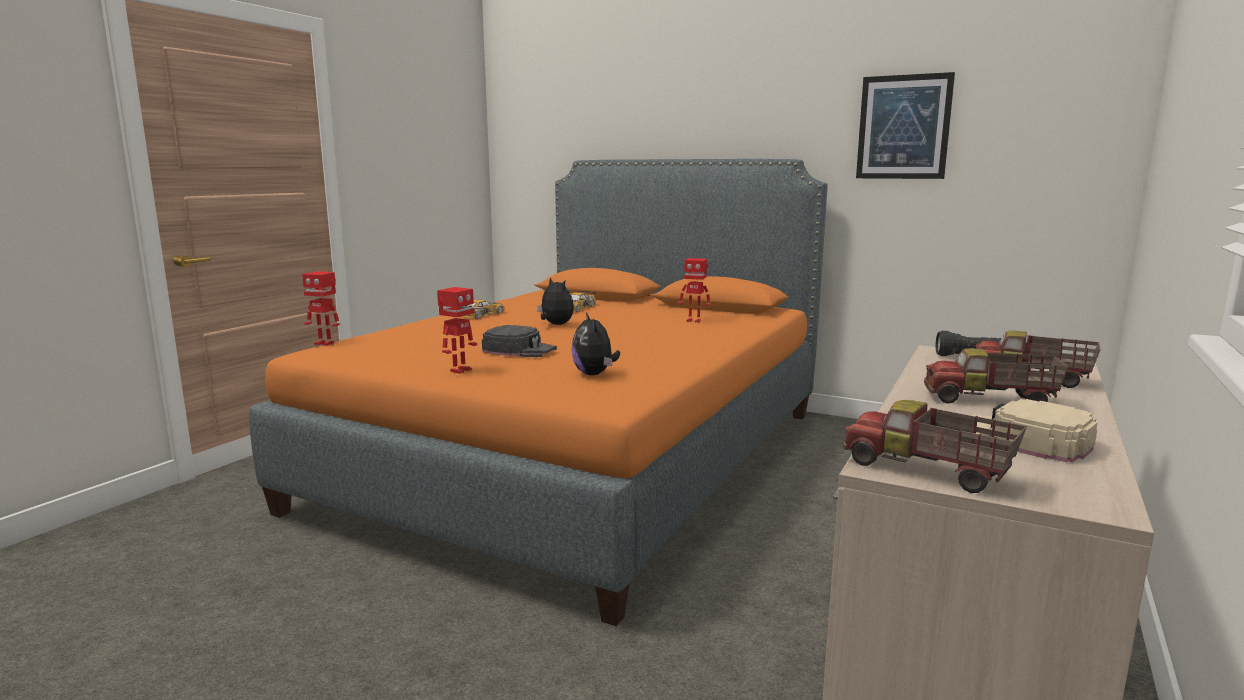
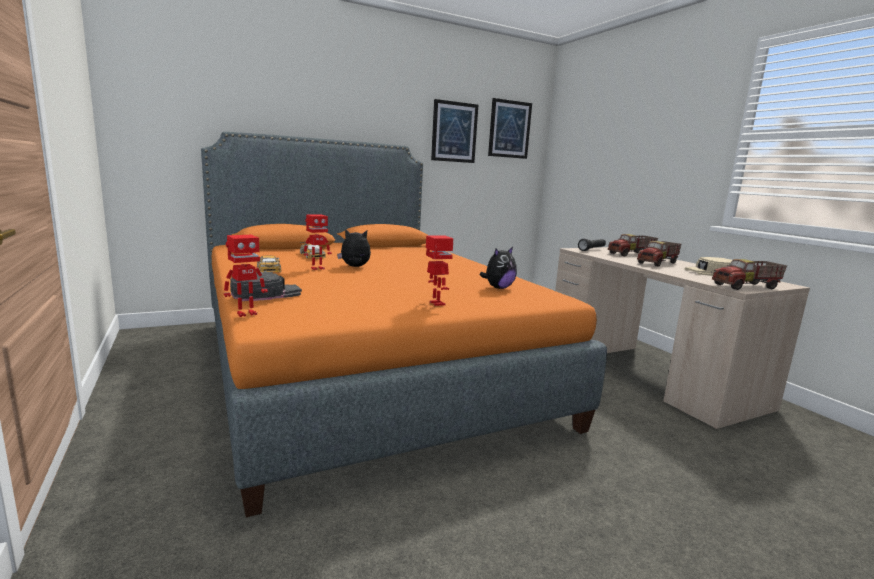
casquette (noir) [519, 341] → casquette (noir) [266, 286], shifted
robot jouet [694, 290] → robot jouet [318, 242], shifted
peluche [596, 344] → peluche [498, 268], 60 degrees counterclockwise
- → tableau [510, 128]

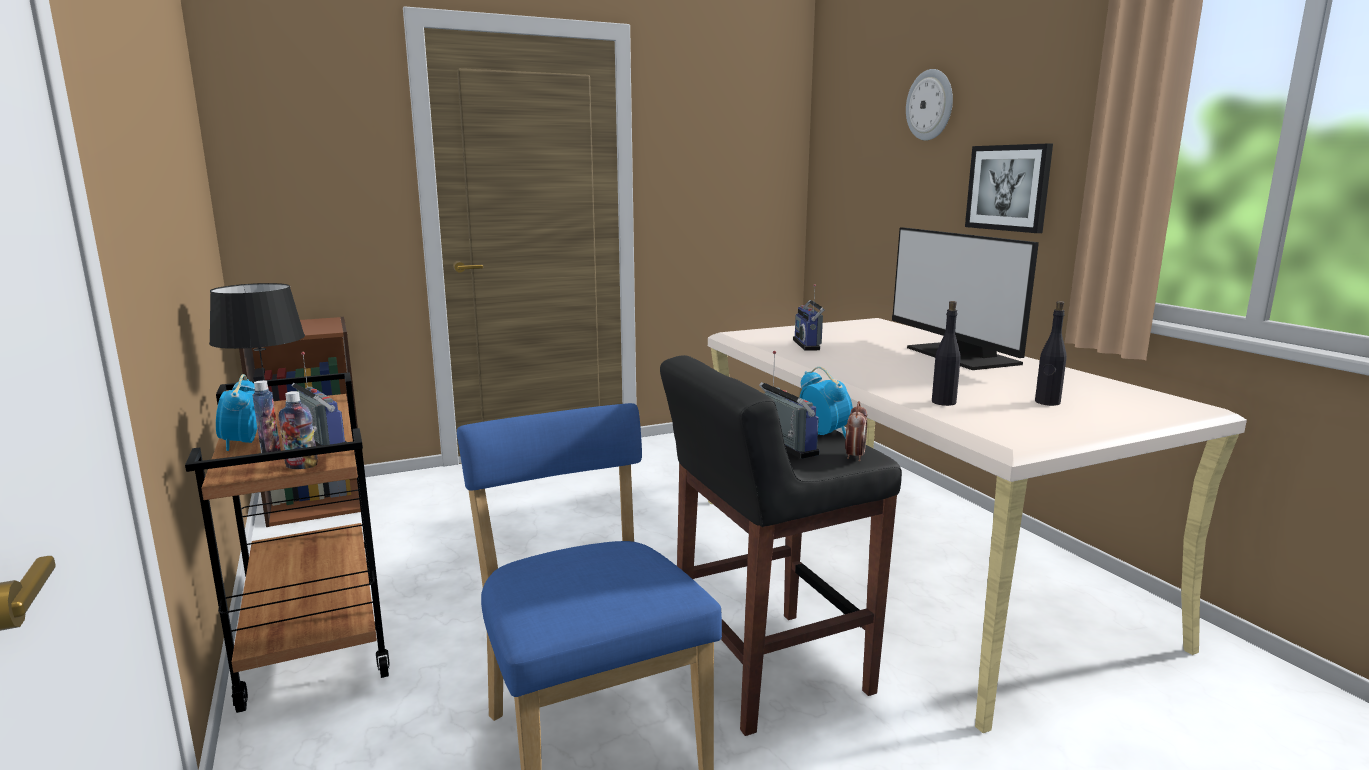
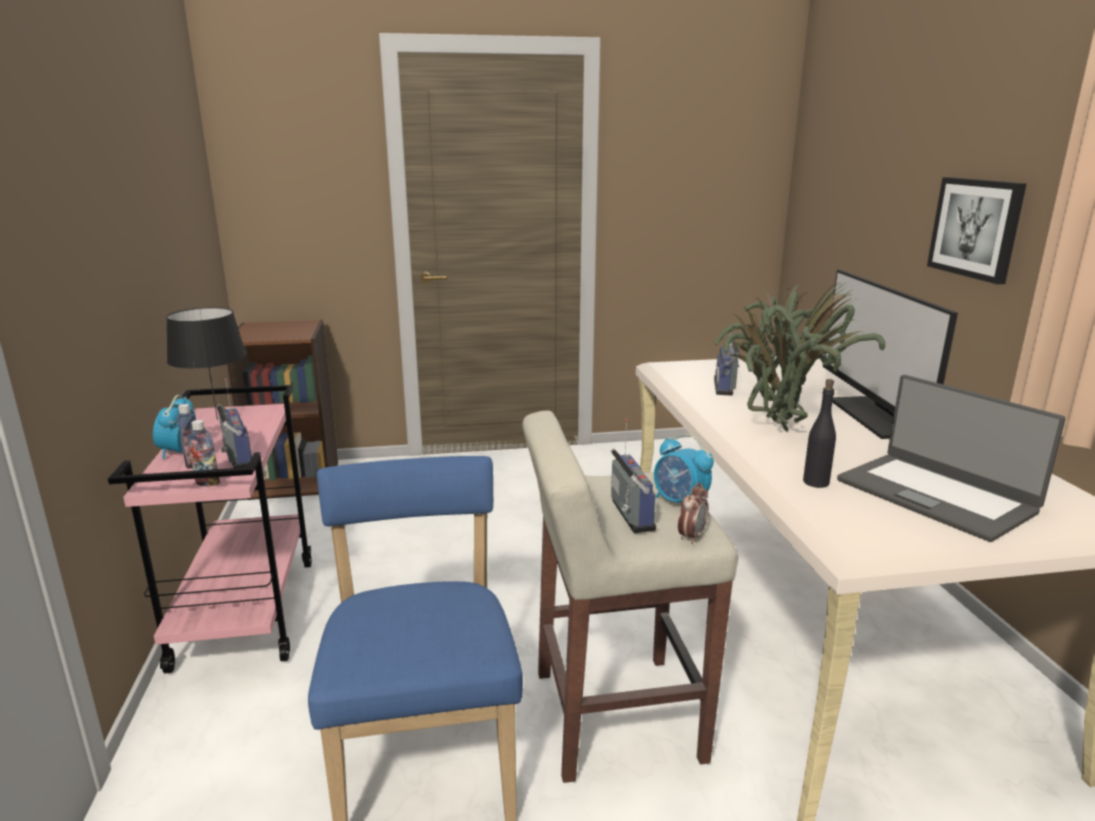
chariot (marron) [287, 542] → chariot (rose) [210, 529]
tabouret (noir) [781, 545] → tabouret (beige) [630, 597]
réveil [826, 402] → réveil [684, 468], 150 degrees clockwise
- → plante en pot [799, 357]
bouteille (noir) [1051, 353] → ordinateur portable [951, 458]
horloge murale [929, 105] → -

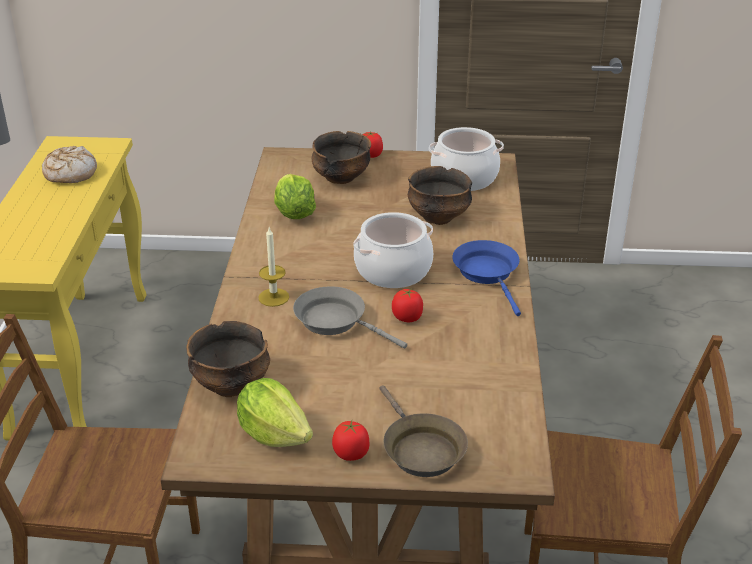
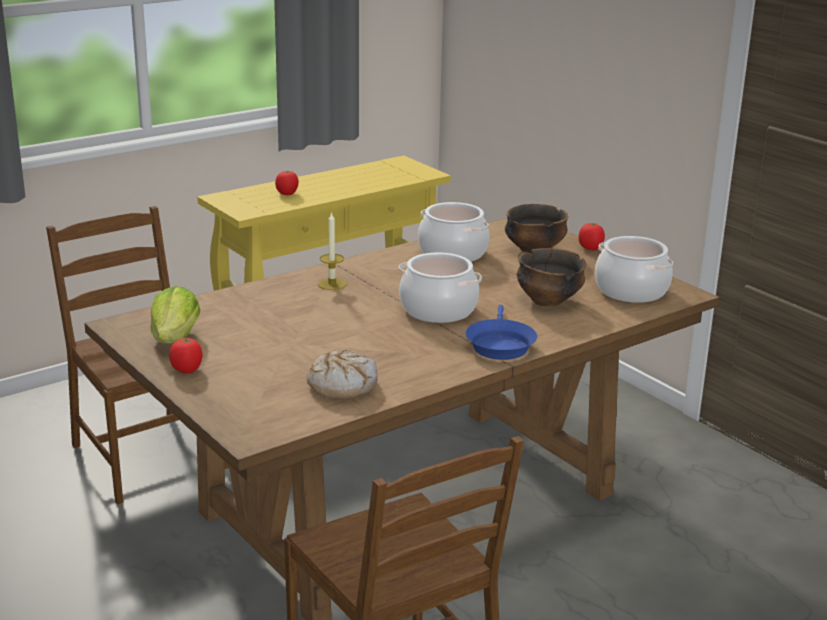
tomate [407, 305] → tomate [287, 183], shifted
pain [69, 164] → pain [342, 374], shifted
laitue [295, 196] → marmite [454, 232]
poêle (bleu) [486, 278] → poêle (bleu) [501, 332], 150 degrees clockwise
bol [228, 359] → -
poêle (gris) [350, 317] → -
poêle (marron) [424, 431] → -

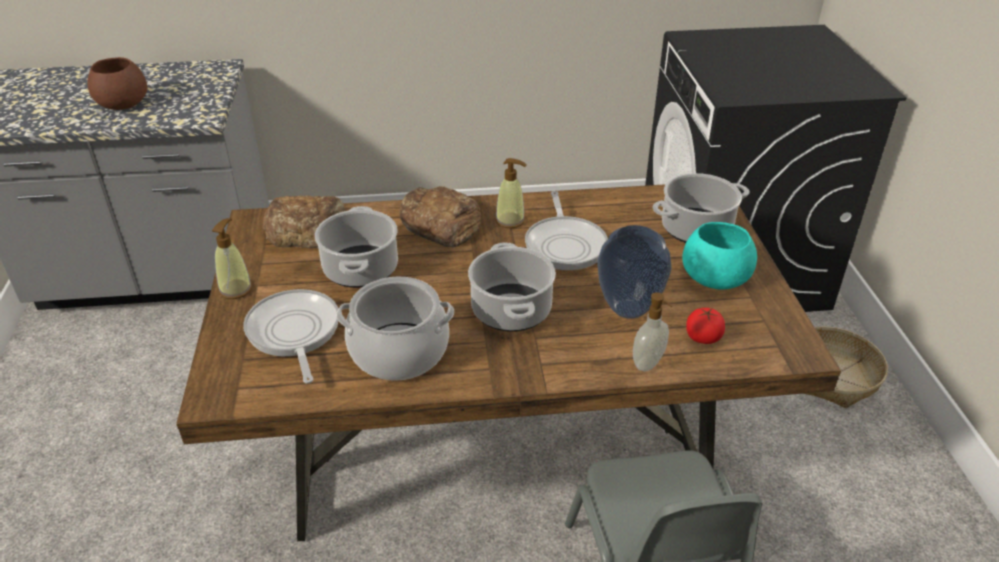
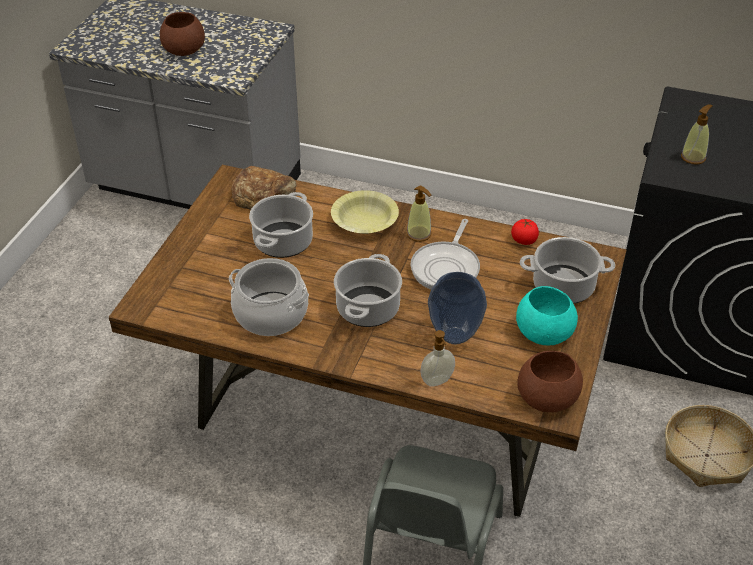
pain [440, 216] → bol (jaune) [365, 212]
tomate [705, 326] → tomate [525, 232], shifted
- → bol (marron) [550, 381]
distributeur de savon [232, 258] → distributeur de savon [697, 134], shifted
poêle [290, 336] → -

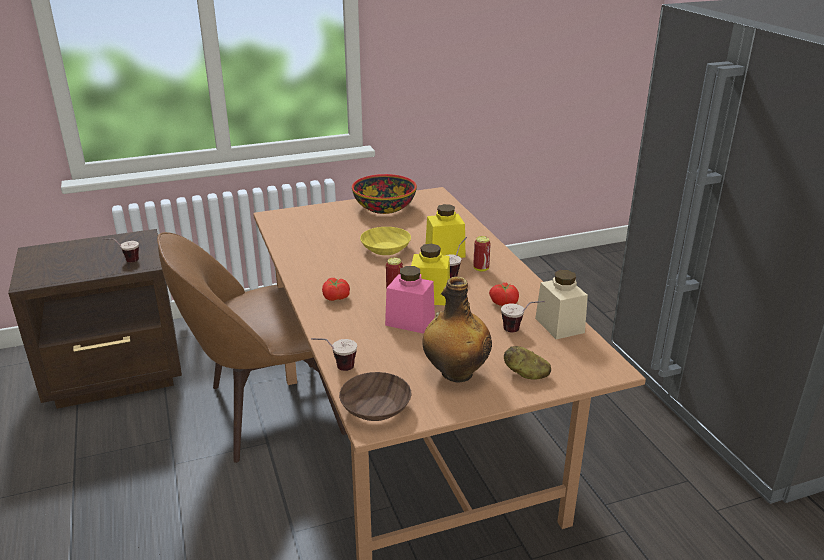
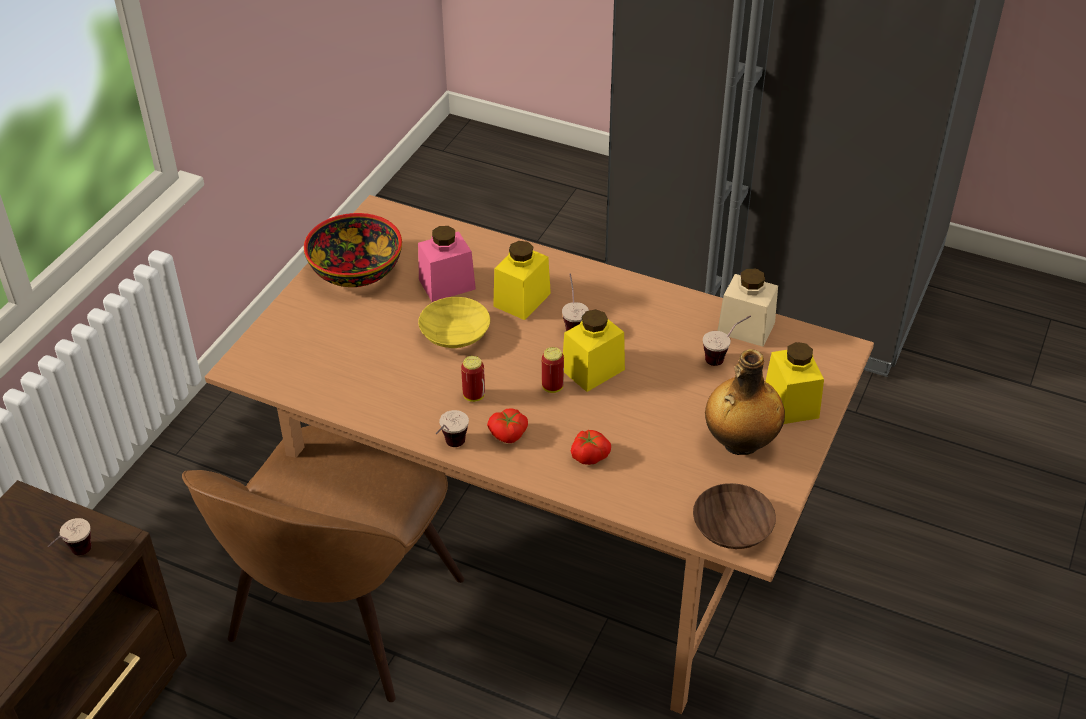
bocal (rose) [410, 300] → bocal (rose) [447, 264], shifted
tasse [334, 354] → tasse [452, 428], shifted
boîte métallique [482, 253] → boîte métallique [473, 379], shifted
tomate [504, 294] → tomate [591, 447], shifted
pomme de terre [527, 362] → bocal (jaune) [794, 383]

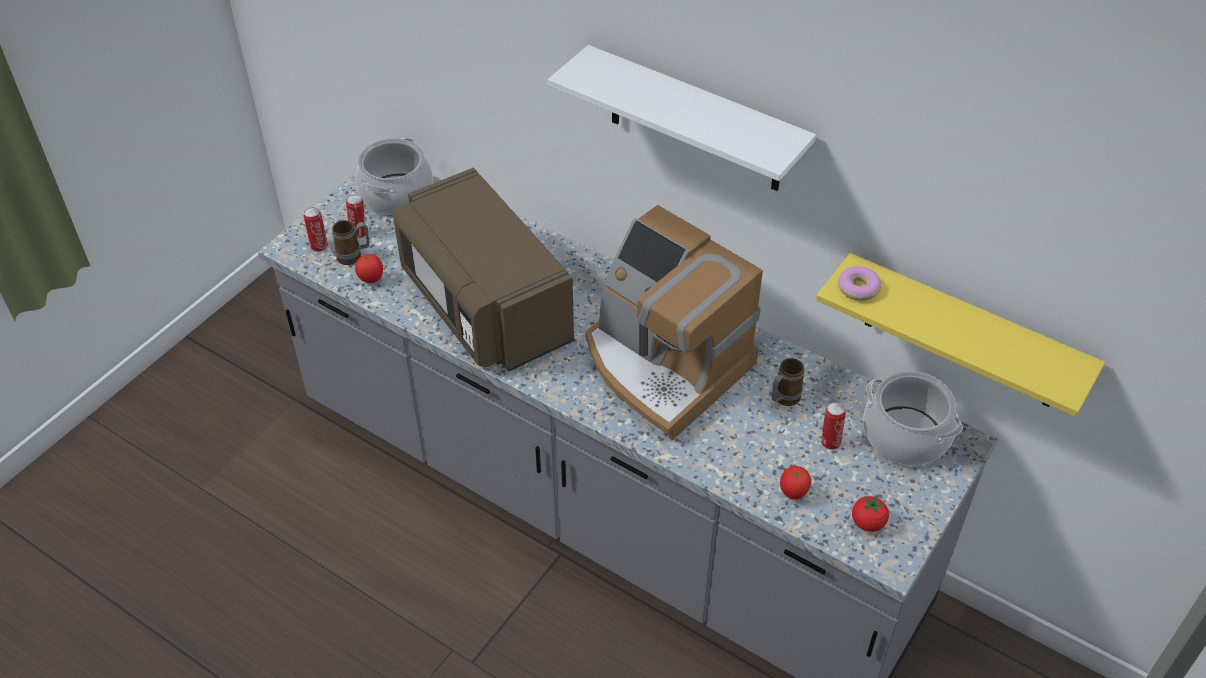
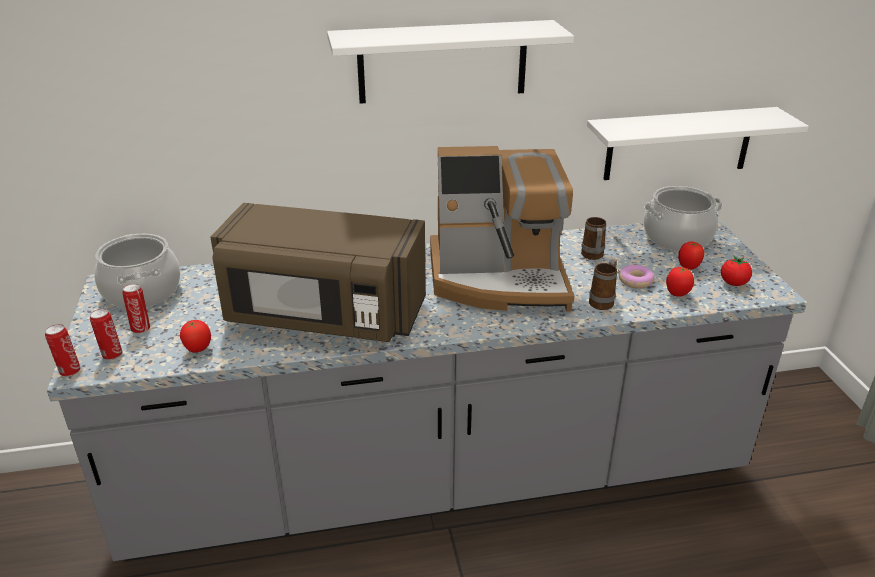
boîte métallique [833, 426] → boîte métallique [63, 350], shifted
étagère (jaune) [960, 335] → étagère (blanc) [698, 143]
mug [351, 242] → mug [603, 284], shifted
beignet [859, 283] → beignet [636, 277], shifted
- → tomate [691, 256]

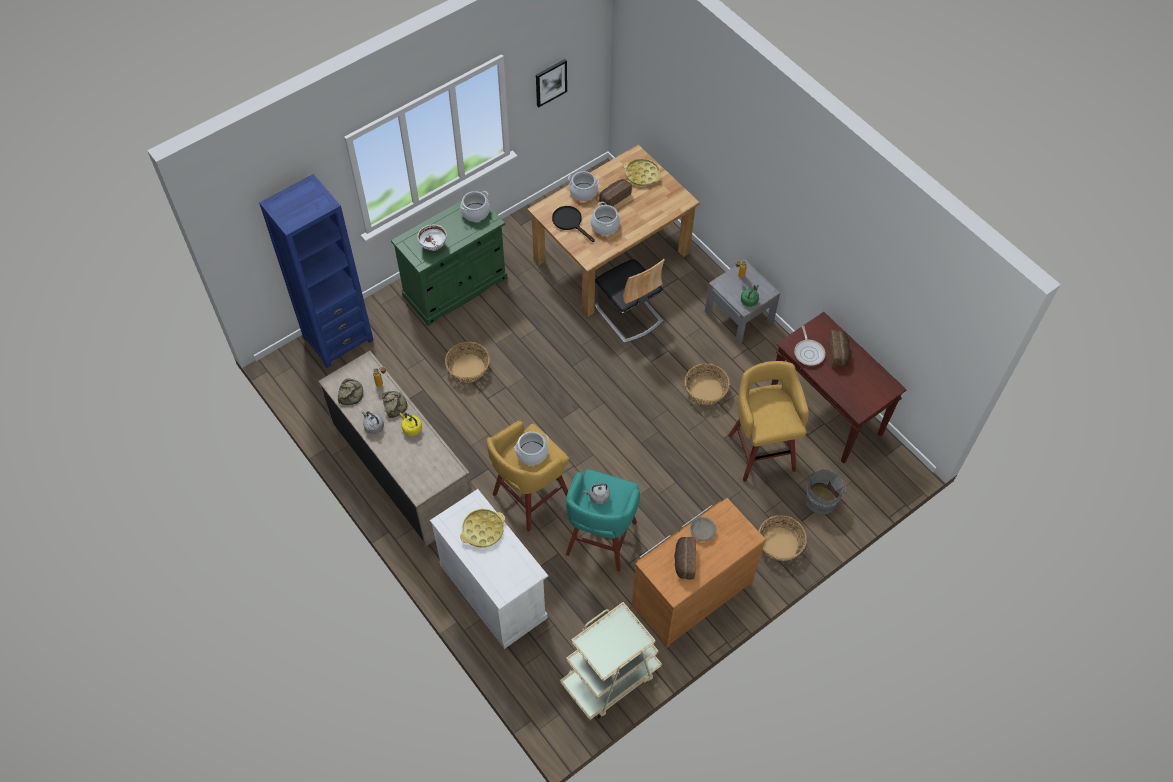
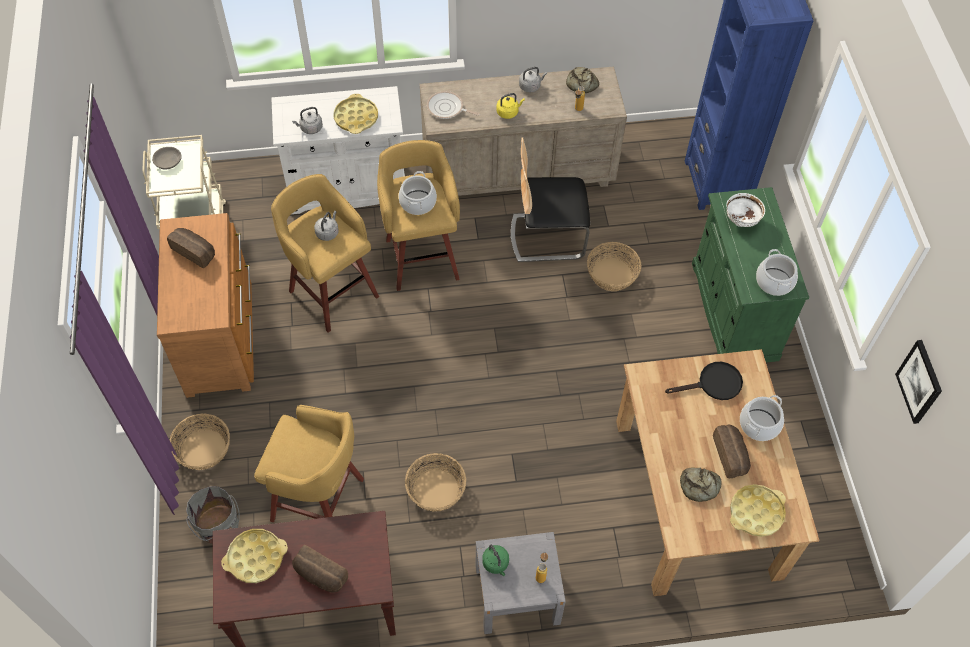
bol (gris) [703, 529] → bol (gris) [167, 158], shifted
- → plateau (jaune) [254, 556]
tabouret (turquoise) [603, 520] → tabouret (jaune) [325, 253]
- → bouilloire (gris) [307, 120]
poêle [810, 346] → poêle [453, 105], shifted
chaise [630, 301] → chaise [550, 199], shifted
pain [394, 404] → pain [700, 485], shifted
marmite [605, 218] → -

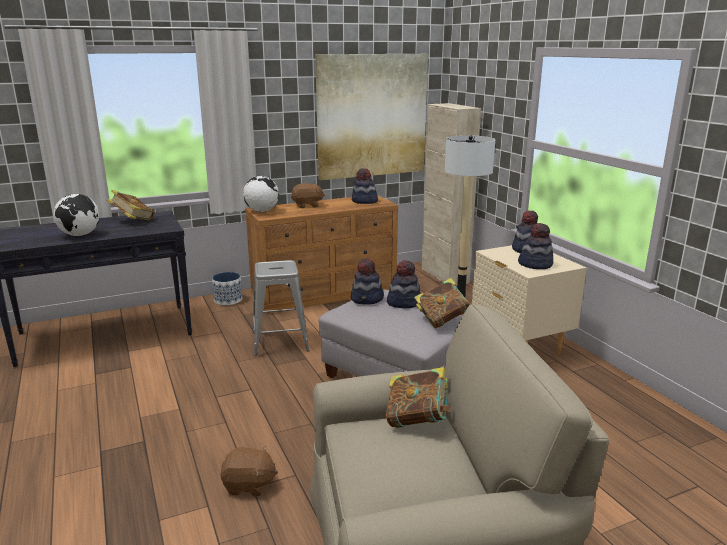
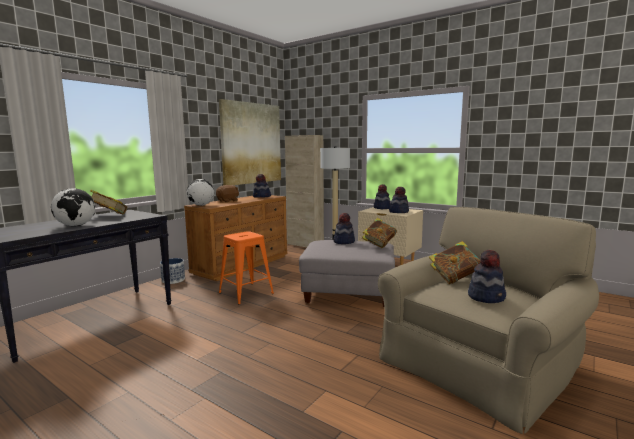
tabouret (gris) [280, 308] → tabouret (orange) [246, 268]
chapeau [367, 281] → chapeau [487, 276], shifted
peluche (marron) [249, 471] → -

